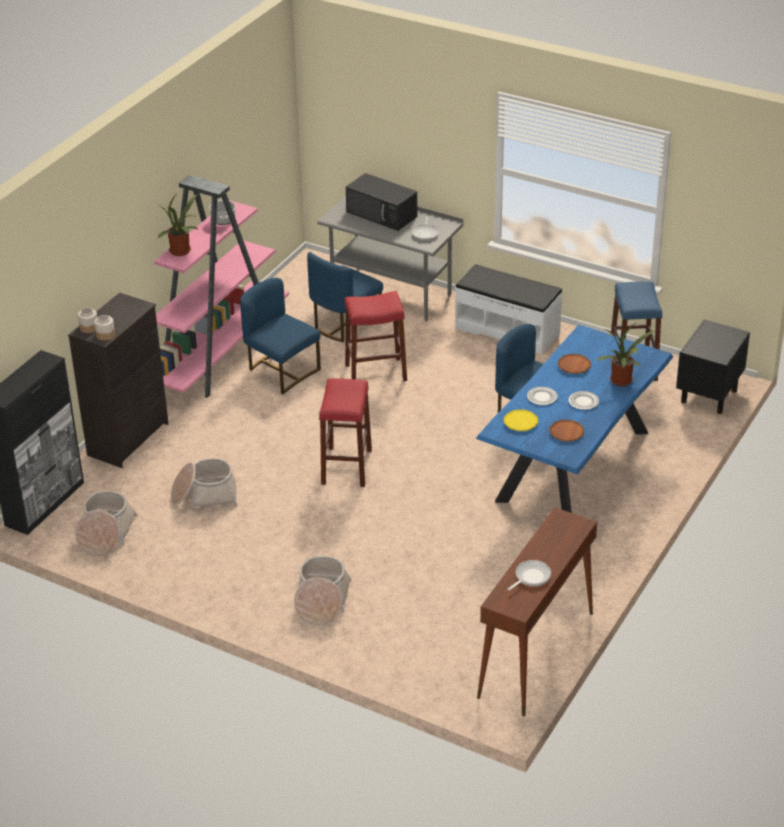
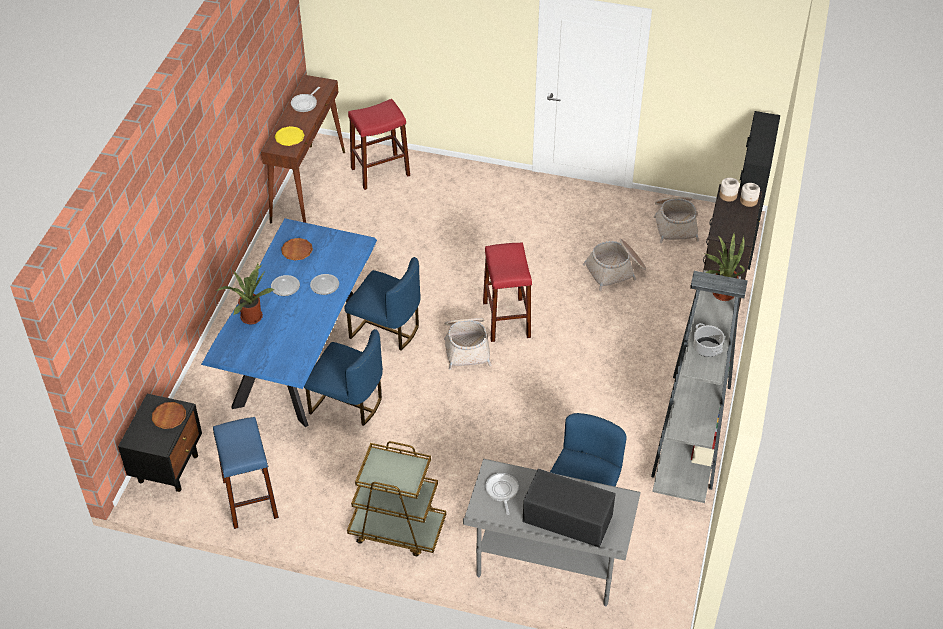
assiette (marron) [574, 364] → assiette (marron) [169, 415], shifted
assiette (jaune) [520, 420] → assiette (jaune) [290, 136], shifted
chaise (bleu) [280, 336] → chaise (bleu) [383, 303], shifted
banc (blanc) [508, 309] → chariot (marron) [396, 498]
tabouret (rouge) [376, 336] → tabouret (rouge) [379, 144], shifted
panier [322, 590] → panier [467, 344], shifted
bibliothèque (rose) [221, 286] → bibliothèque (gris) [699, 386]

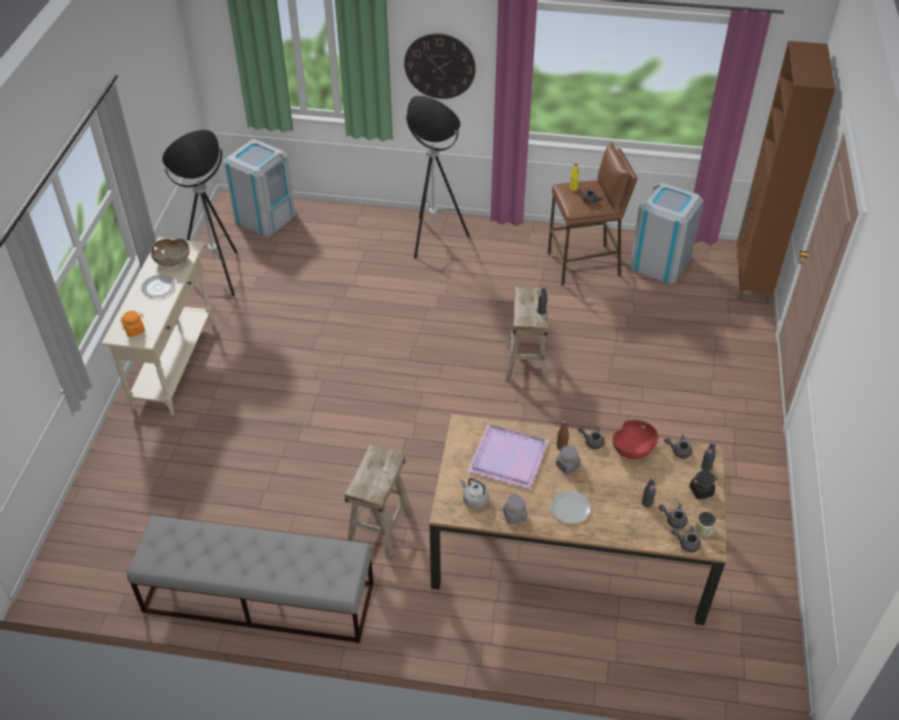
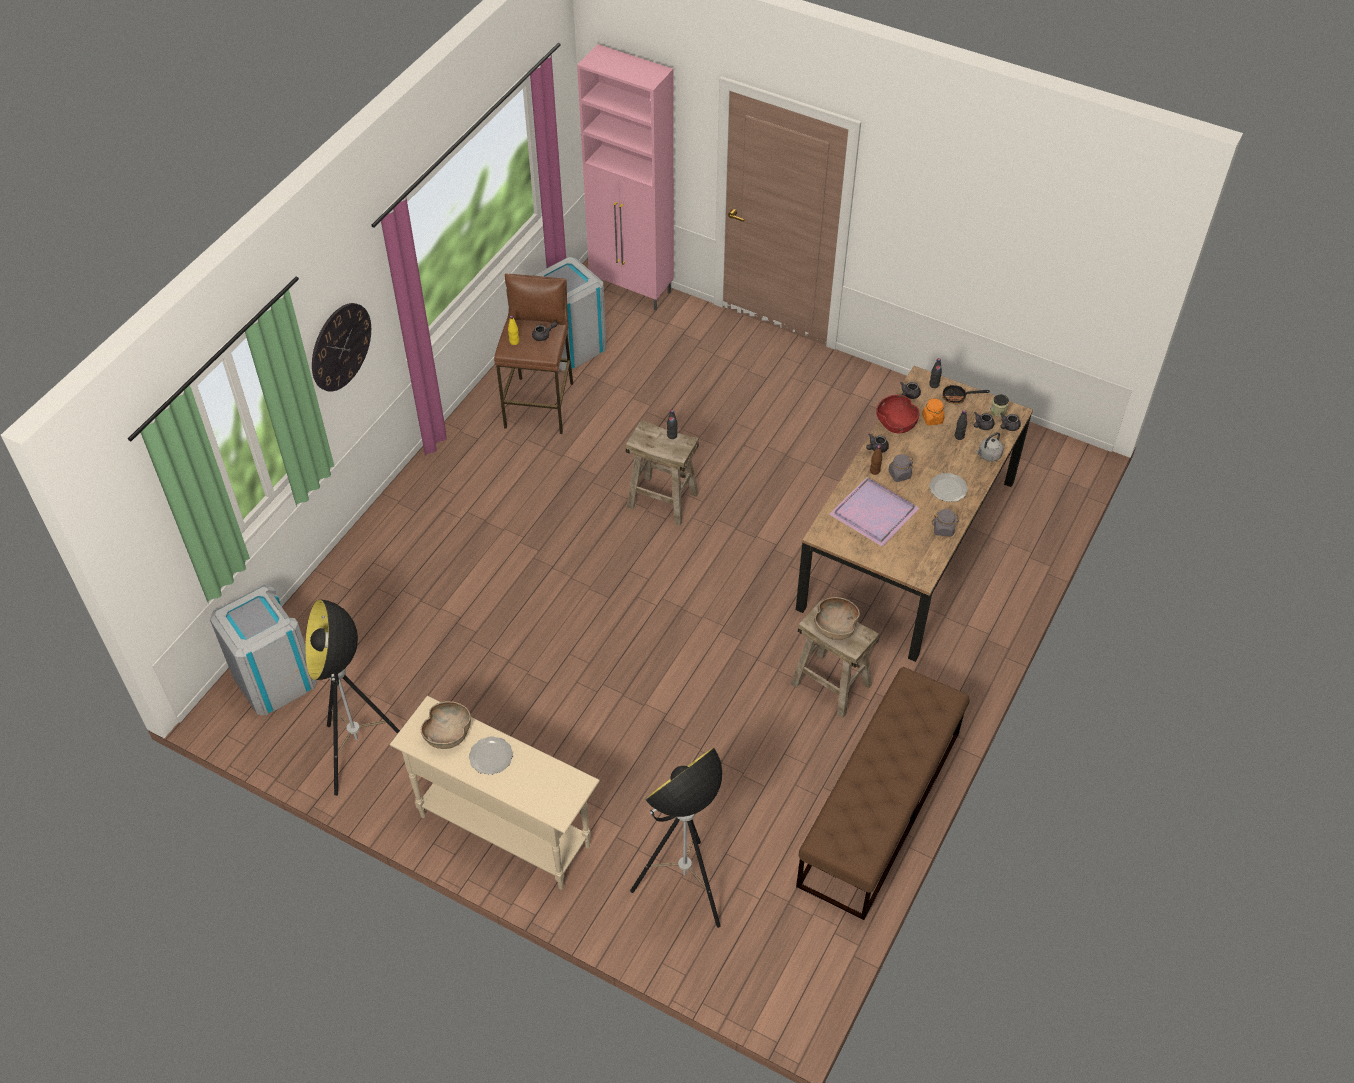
meuble de rangement (marron) [786, 172] → meuble de rangement (rose) [625, 177]
lampadaire [438, 177] → lampadaire [676, 837], shifted
banc (gris) [250, 579] → banc (marron) [883, 793]
- → bol (marron) [837, 618]
bocal (orange) [132, 324] → bocal (orange) [933, 411], shifted
bocal (noir) [703, 485] → poêle [966, 394]
bouilloire (gris) [474, 493] → bouilloire (gris) [990, 447], shifted

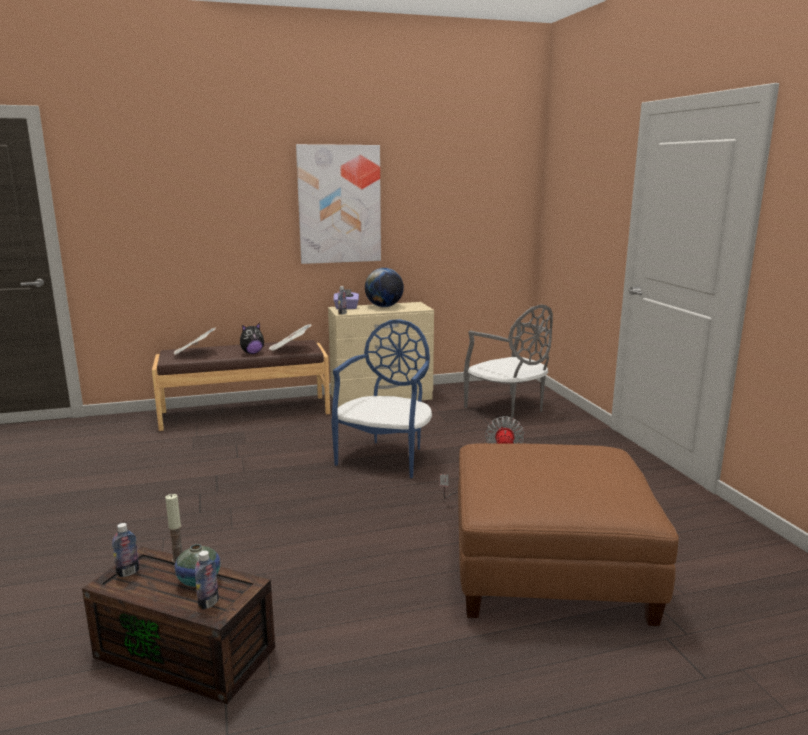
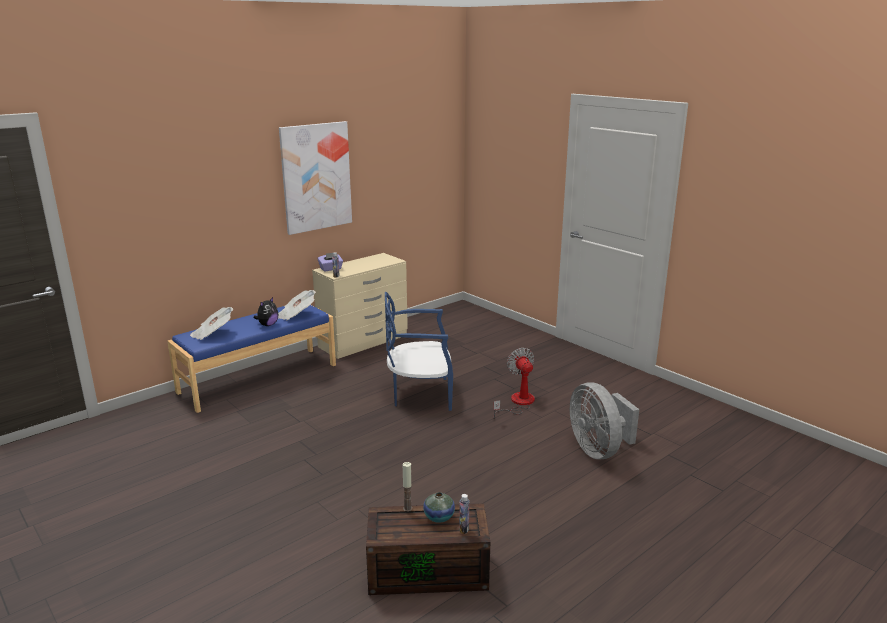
banc (marron) [241, 385] → banc (bleu) [251, 359]
chaise (bleu) [381, 398] → chaise (bleu) [419, 351], 90 degrees counterclockwise
pouf (marron) [568, 534] → ventilateur (gris) [604, 420]
bouteille [126, 550] → -
globe [384, 287] → -
chaise (gris) [508, 362] → -

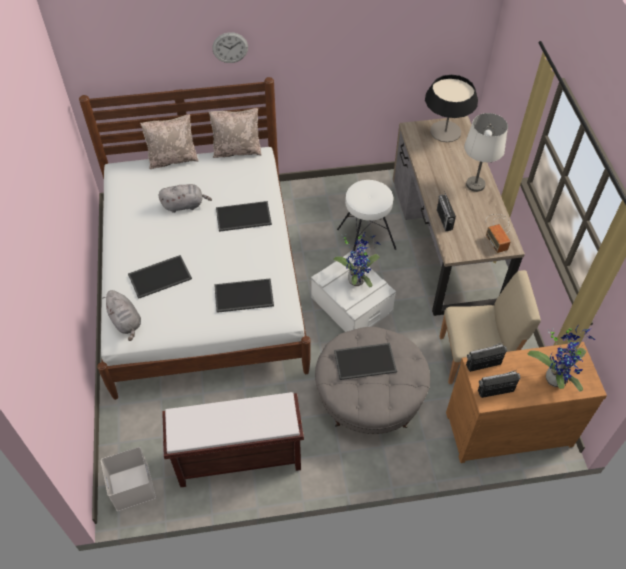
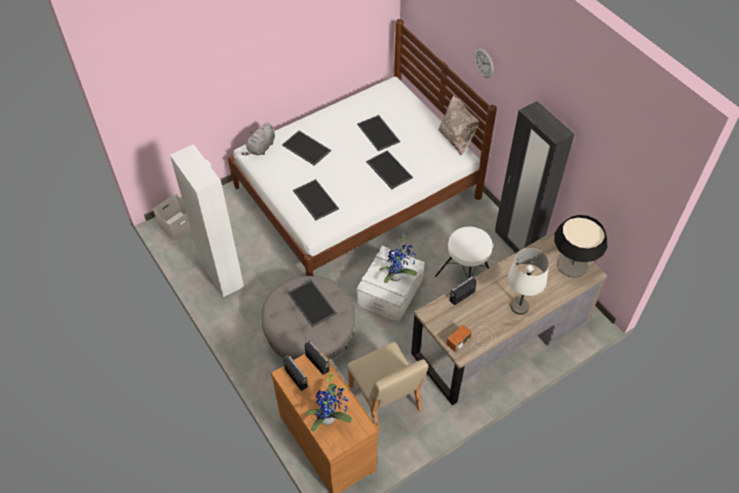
banc (marron) [233, 439] → meuble de rangement (blanc) [207, 220]
peluche (gris) [185, 198] → plateau [378, 133]
- → armoire (noir) [534, 177]
coussin (beige) [169, 142] → -

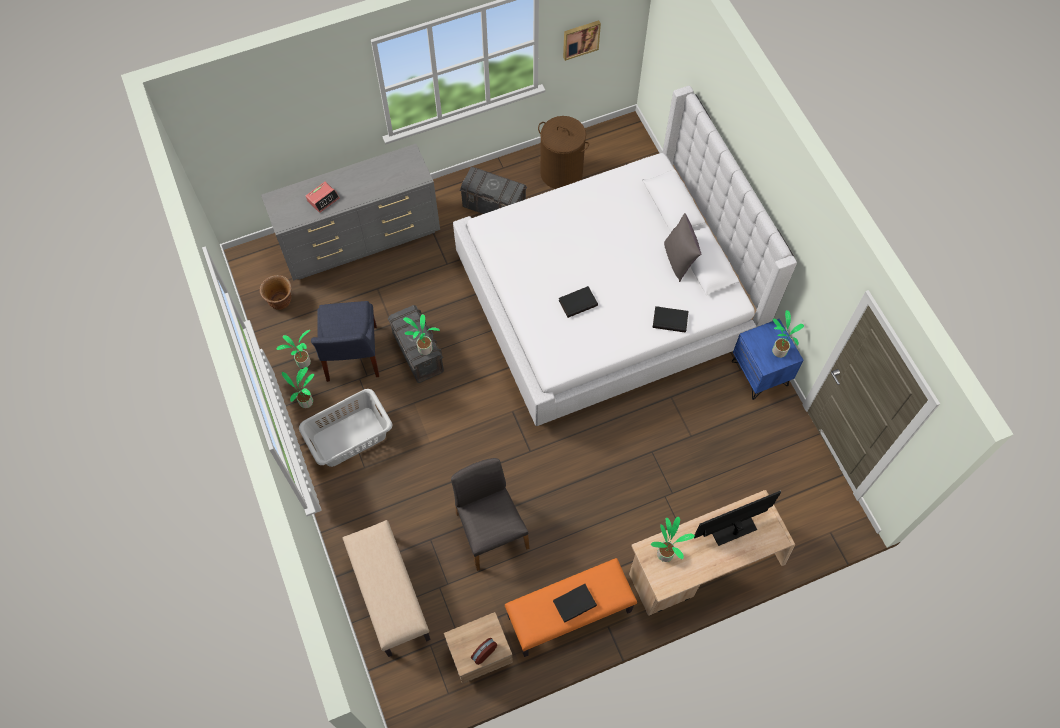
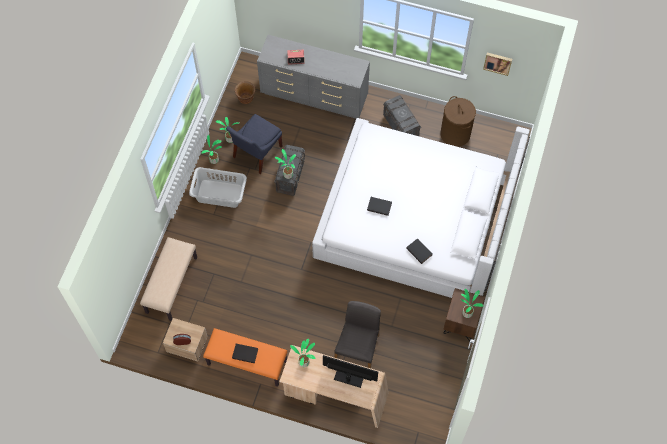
chaise (gris) [490, 514] → chaise (gris) [357, 334], shifted
table de chevet (bleu) [768, 359] → table de chevet (marron) [464, 314]
coussin (gris) [682, 247] → -

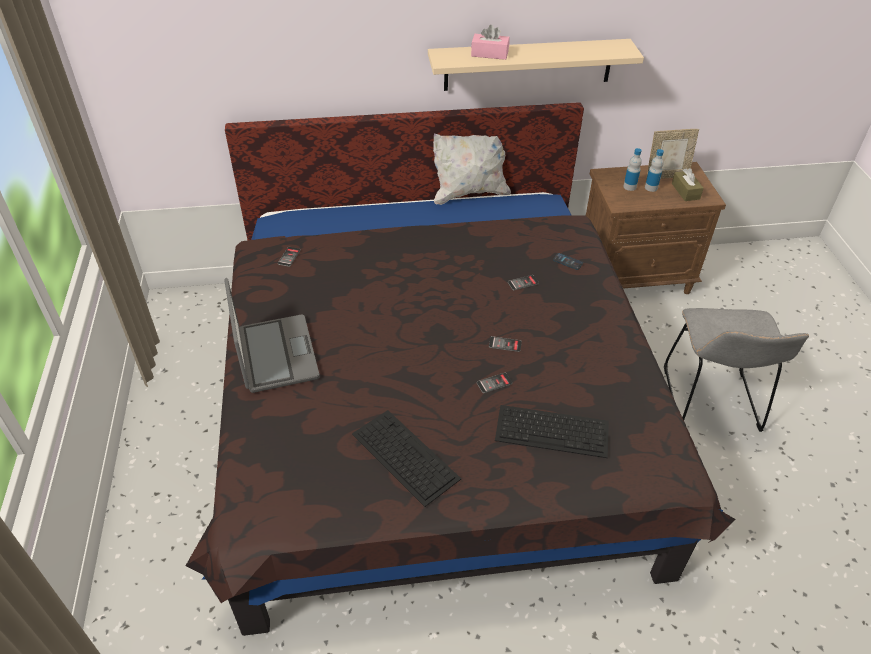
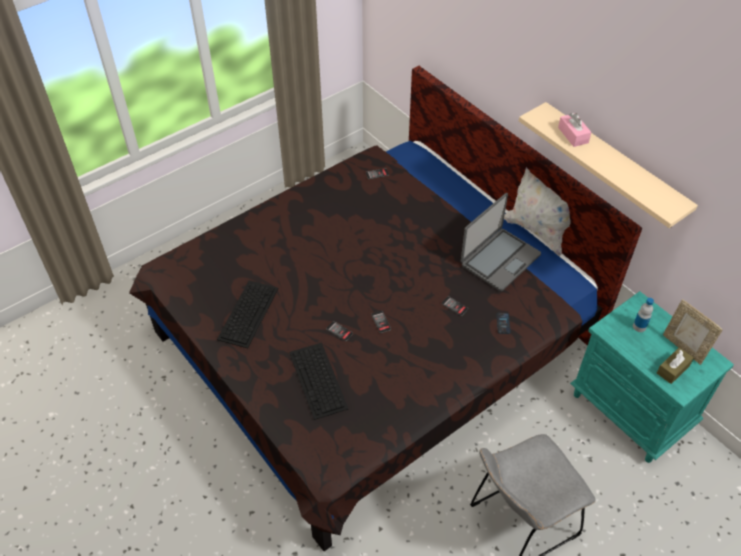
ordinateur portable [272, 335] → ordinateur portable [501, 242], shifted
table de chevet (marron) [656, 228] → table de chevet (turquoise) [652, 377]
bouteille [654, 170] → -

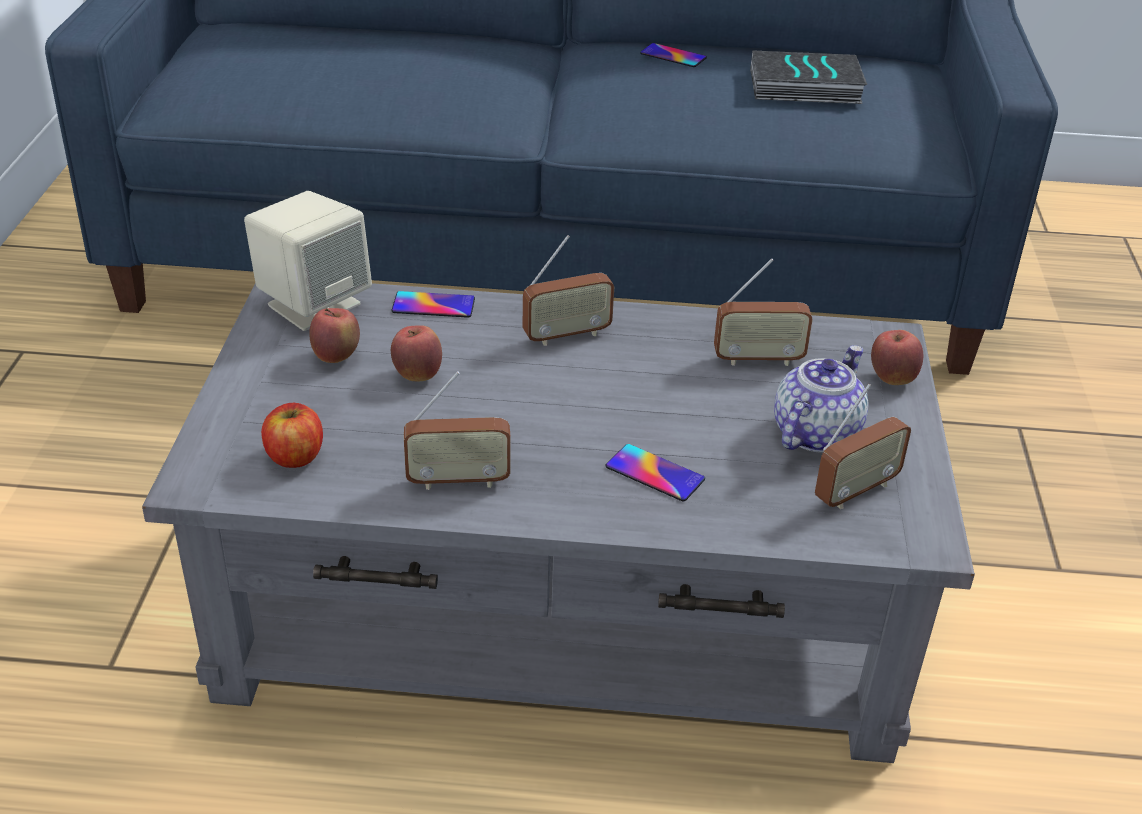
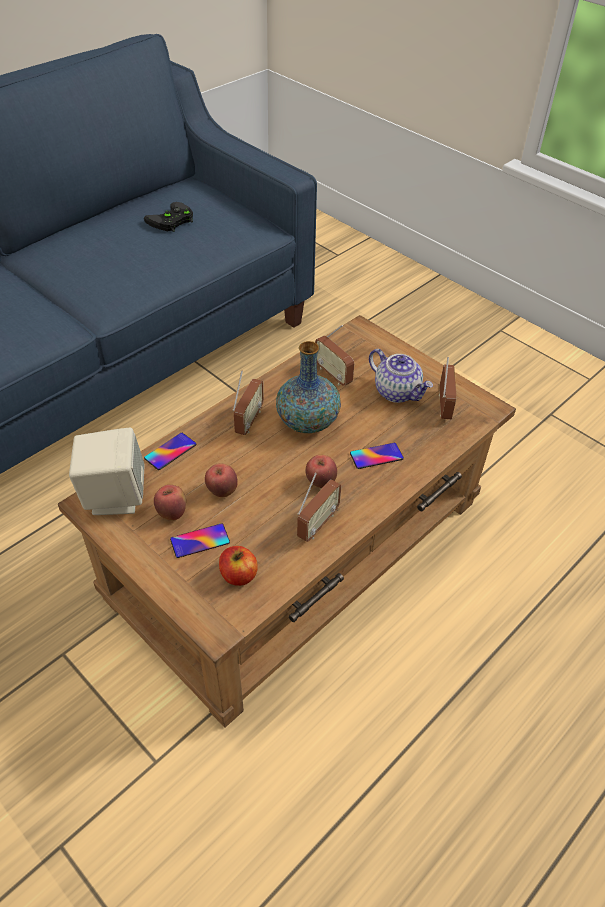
table basse (gris) [558, 523] → table basse (marron) [287, 521]
livre [808, 77] → manette (noir) [168, 217]
téléphone [673, 55] → téléphone [200, 540], shifted
- → vase [308, 387]
pomme [897, 357] → pomme [321, 471], shifted
radio [763, 312] → radio [334, 355], 105 degrees clockwise
théière [821, 398] → théière [401, 376], 150 degrees clockwise

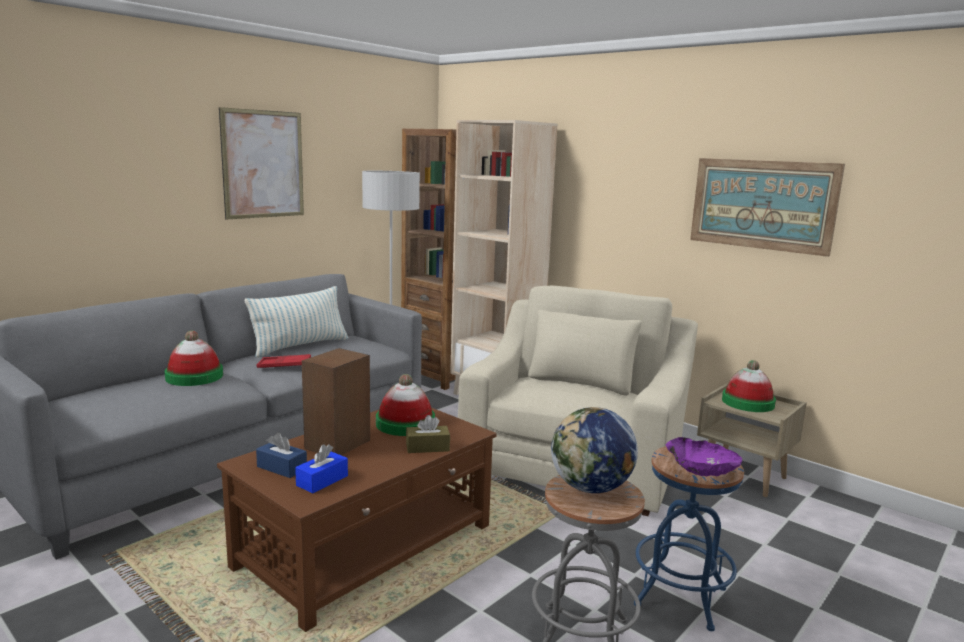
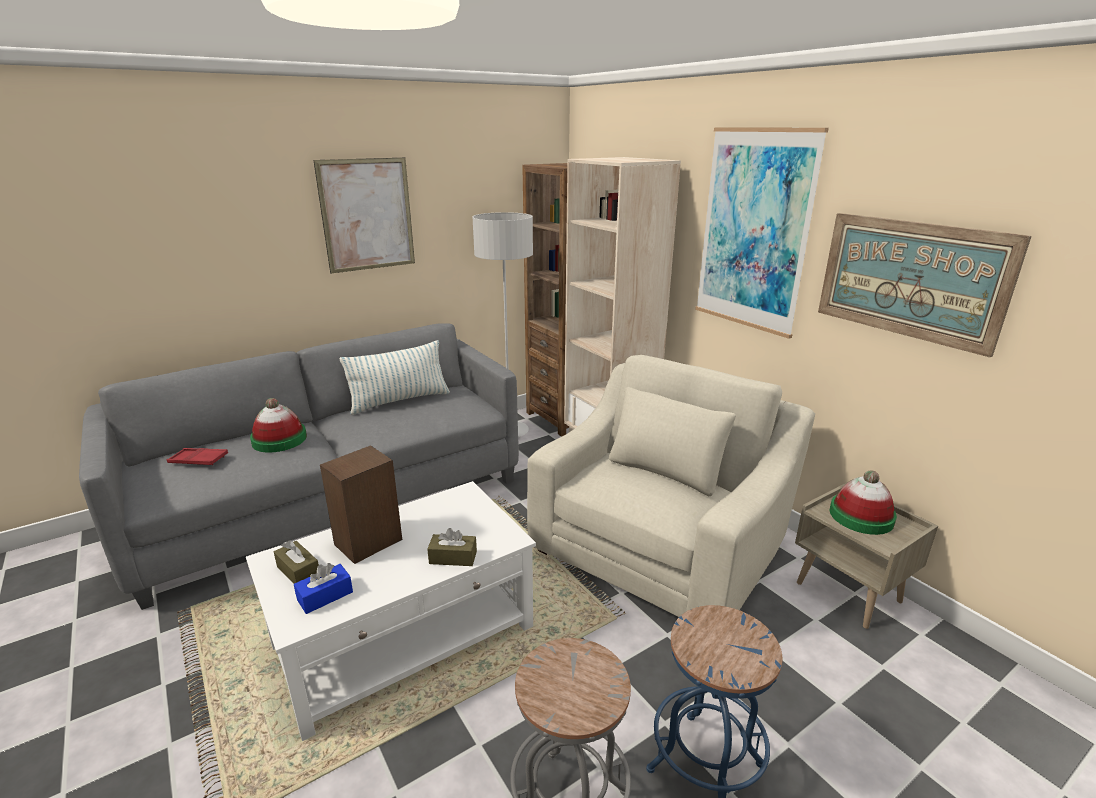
plateau (rouge) [284, 361] → plateau (rouge) [197, 456], shifted
table basse (marron) [356, 520] → table basse (blanc) [391, 611]
boîte à mouchoirs (bleu) [281, 455] → boîte à mouchoirs (marron) [296, 562]
- → tableau [762, 233]
chapeau [405, 405] → -
globe [594, 450] → -
bol (violet) [704, 456] → -

